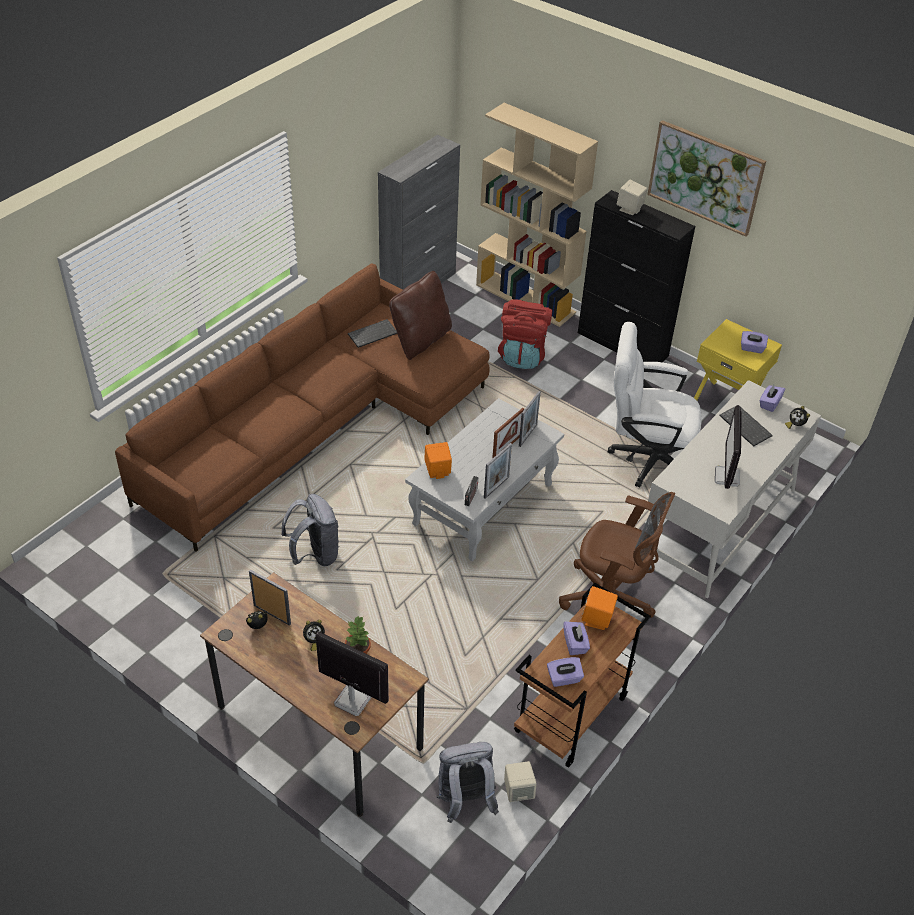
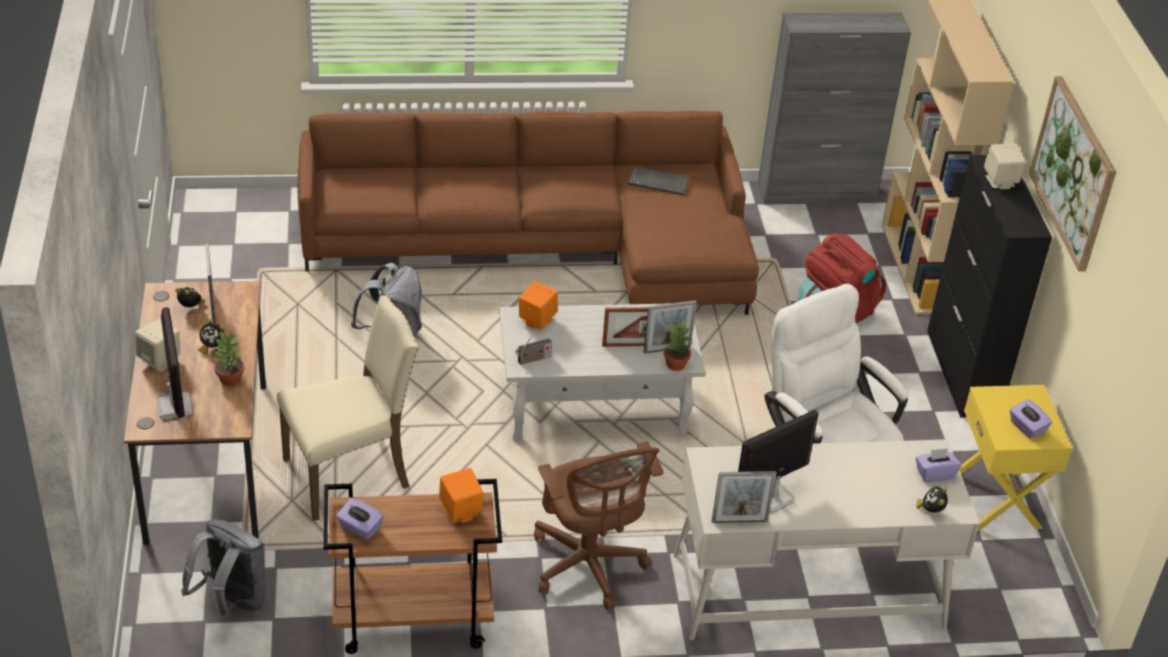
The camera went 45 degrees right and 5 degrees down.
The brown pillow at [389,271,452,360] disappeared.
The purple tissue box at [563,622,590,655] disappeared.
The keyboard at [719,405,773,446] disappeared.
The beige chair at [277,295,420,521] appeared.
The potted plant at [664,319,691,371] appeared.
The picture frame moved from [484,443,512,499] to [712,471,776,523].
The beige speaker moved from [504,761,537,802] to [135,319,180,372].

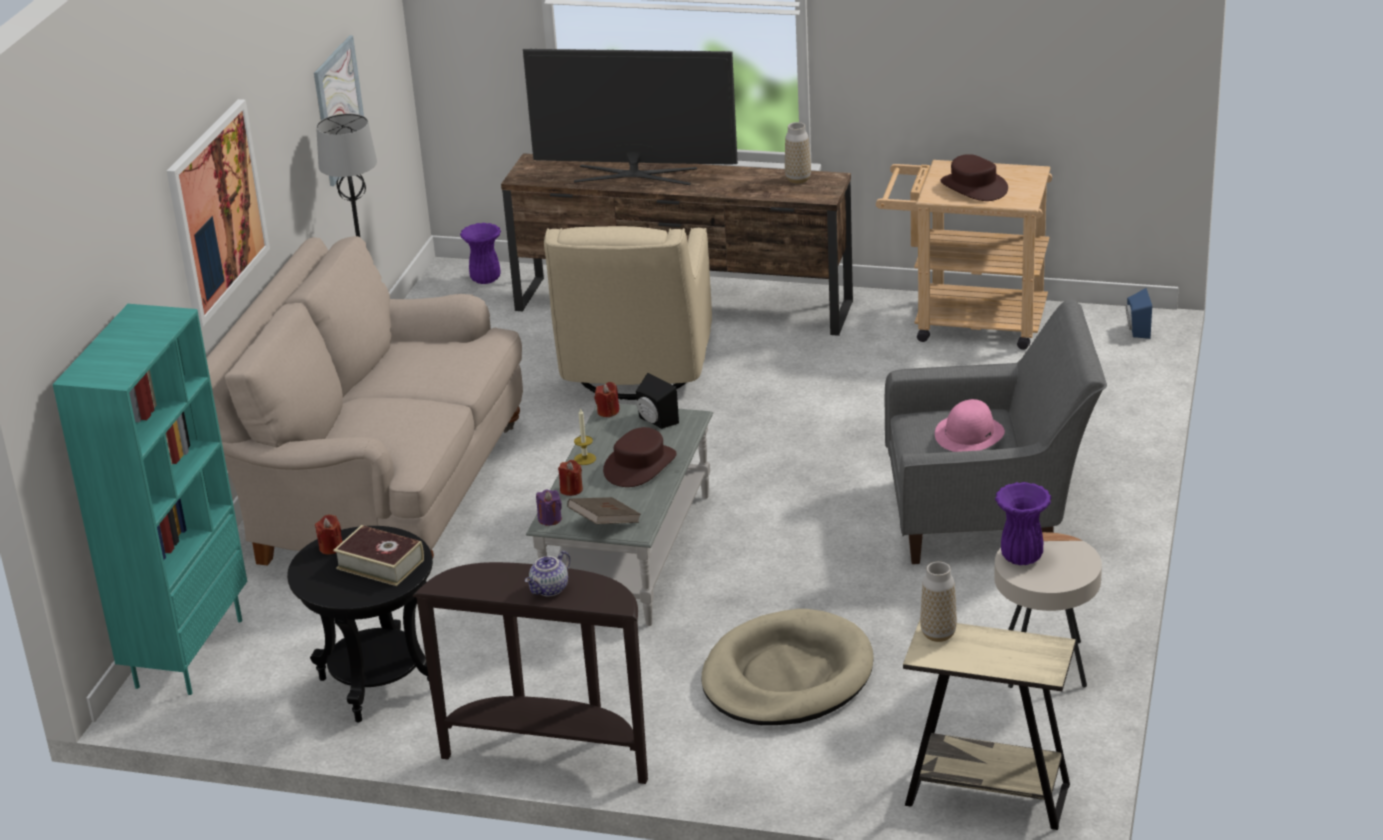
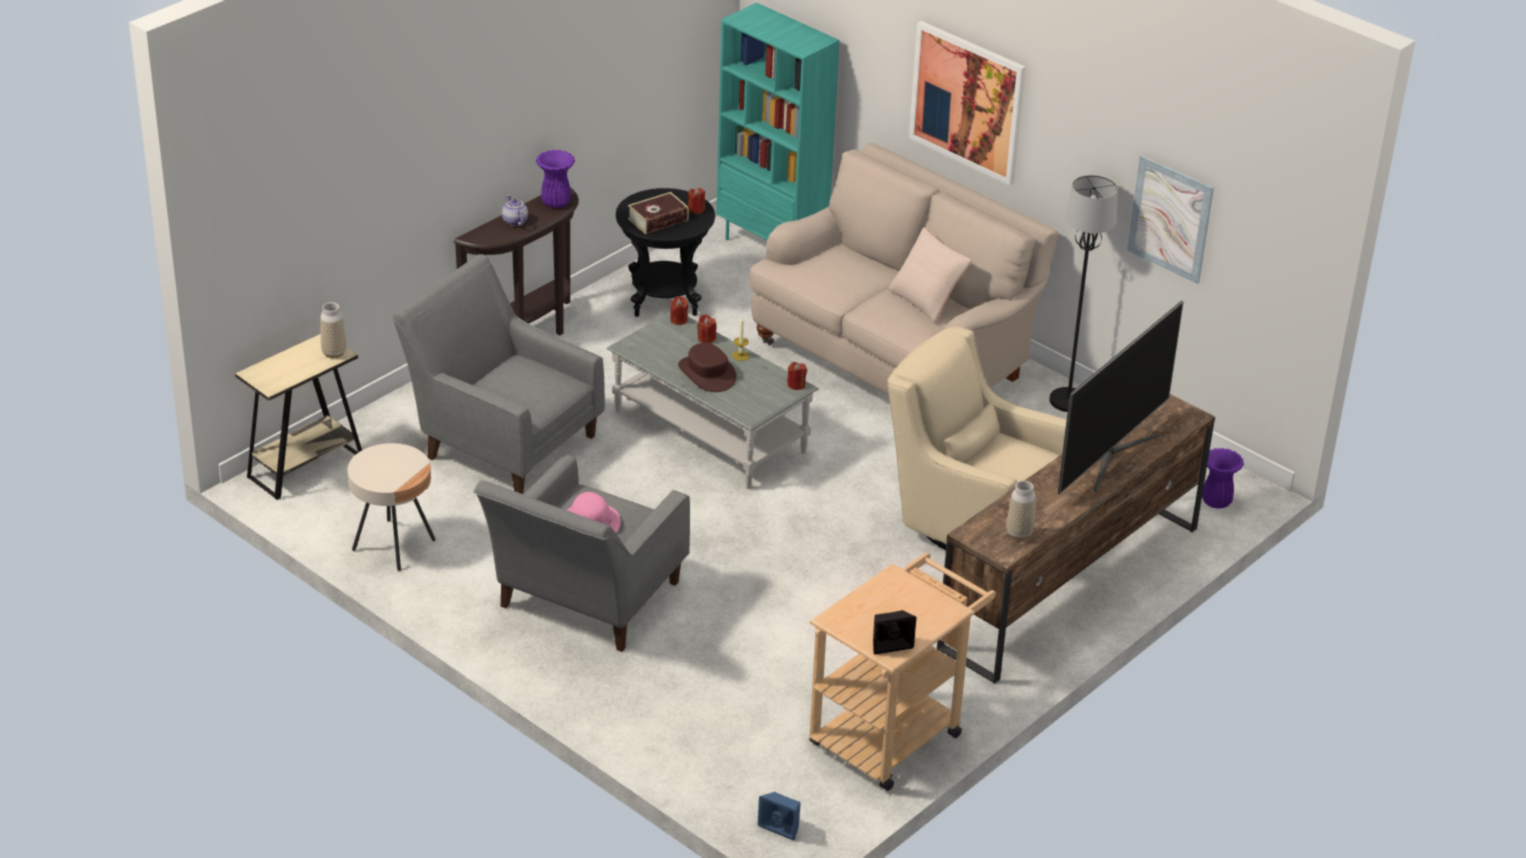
The camera went 115 degrees right and 5 degrees up.
The brown book at [567,497,641,524] disappeared.
The brown hat at [940,154,1008,201] disappeared.
The beige pillow at [888,228,972,322] appeared.
The black speaker moved from [636,373,679,429] to [873,610,917,655].
The purple vase moved from [995,482,1051,565] to [536,150,575,208].
The beige dog bed at [701,609,874,725] was replaced by the grey armchair at [391,254,605,494].
The purple candle at [536,490,562,526] became the red candle at [670,296,688,325].

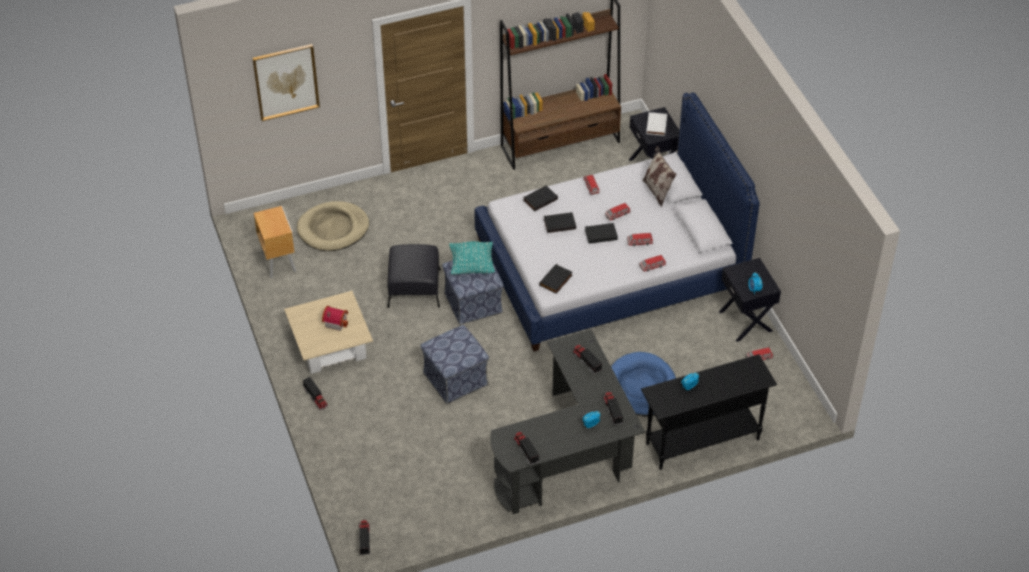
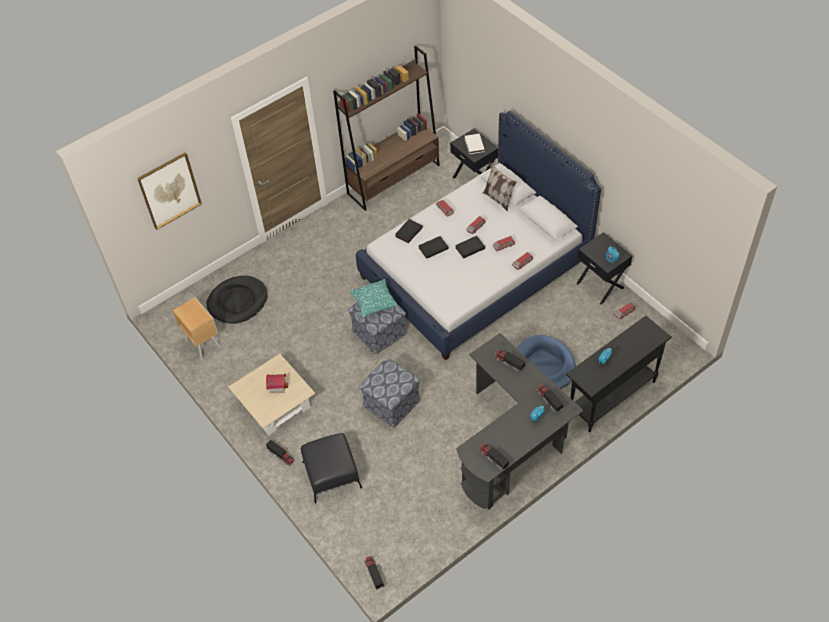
The camera went 15 degrees left and 5 degrees up.
The black book at [539,264,572,294] disappeared.
The black ottoman moved from [387,244,441,308] to [301,433,362,503].
The beige dog bed at [297,201,369,251] became the black dog bed at [207,276,268,324].

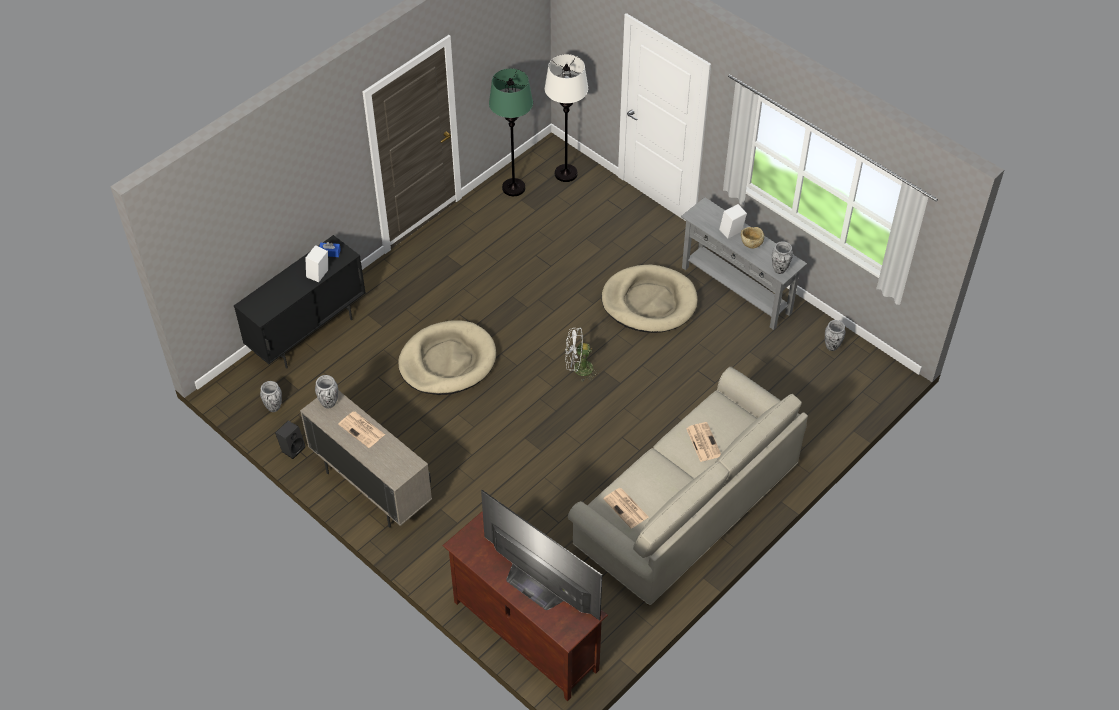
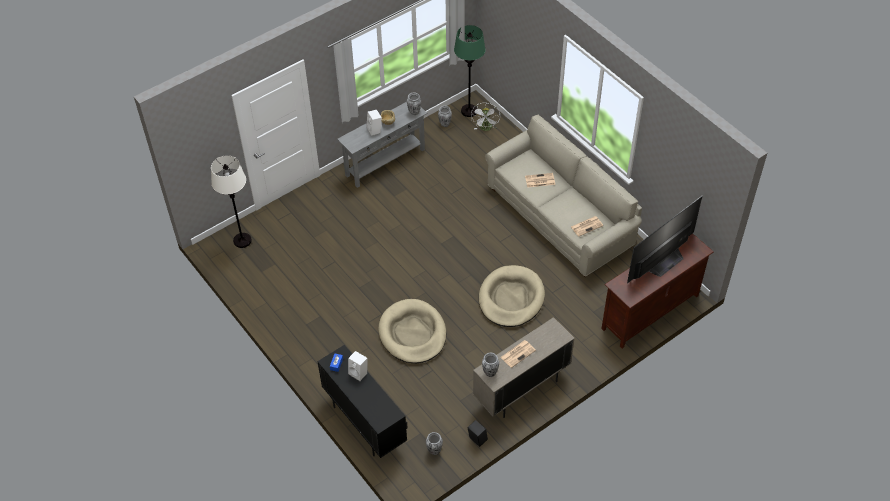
The camera went 80 degrees left and 0 degrees up.
The green floor lamp moved from [489,68,533,196] to [454,25,486,117].
The white fan moved from [565,327,599,382] to [471,103,500,131].
The beige dog bed moved from [601,265,698,333] to [479,265,545,327].

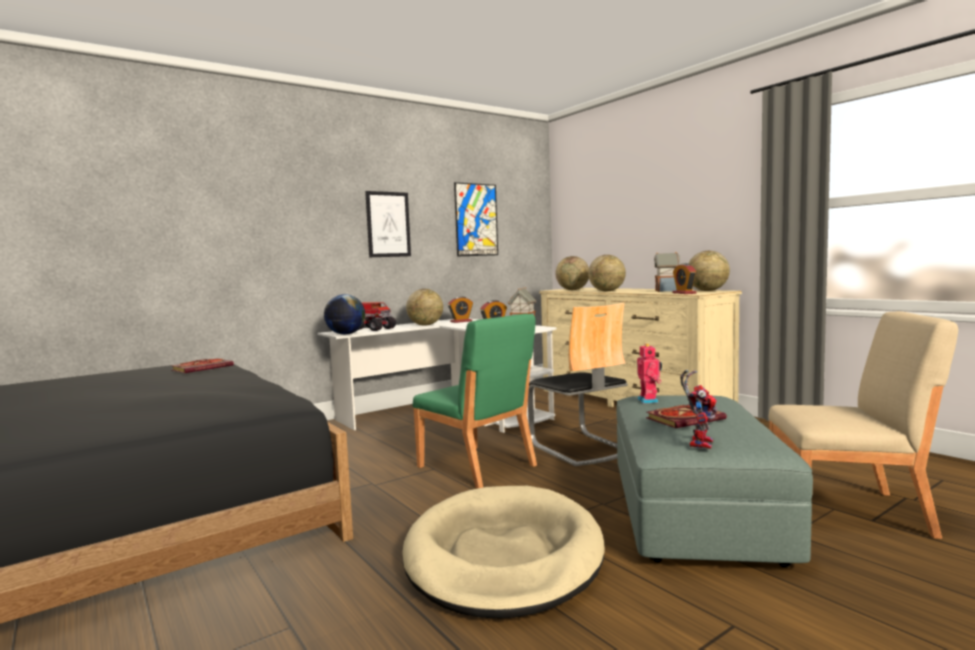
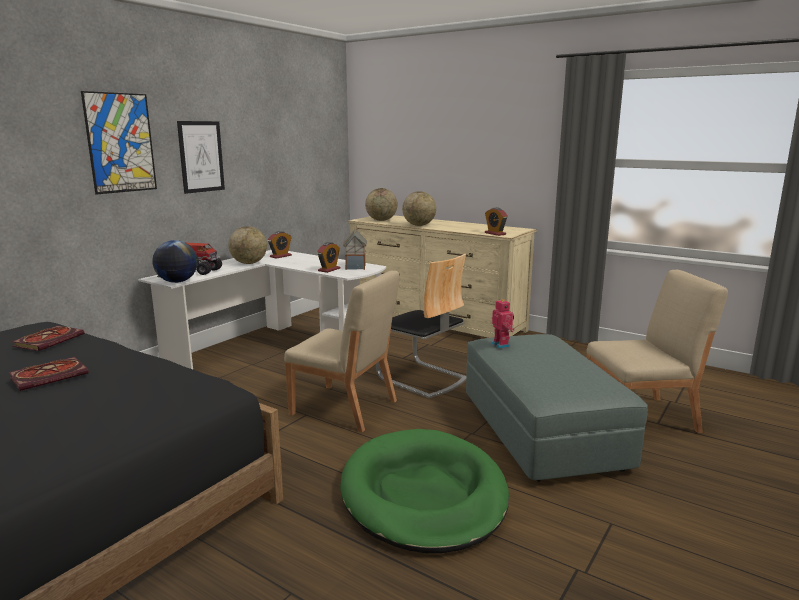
The camera went 20 degrees left and 10 degrees up.
The toy house at [654,252,680,292] disappeared.
The toy robot at [680,370,717,449] disappeared.
The globe at [688,251,730,291] disappeared.
The picture moved from [454,182,498,256] to [81,91,157,195].
The book moved from [646,404,727,428] to [9,357,89,391].
The beige dog bed at [402,486,605,618] became the green dog bed at [340,429,509,553].
The green chair at [413,314,537,489] became the beige chair at [284,271,399,432].

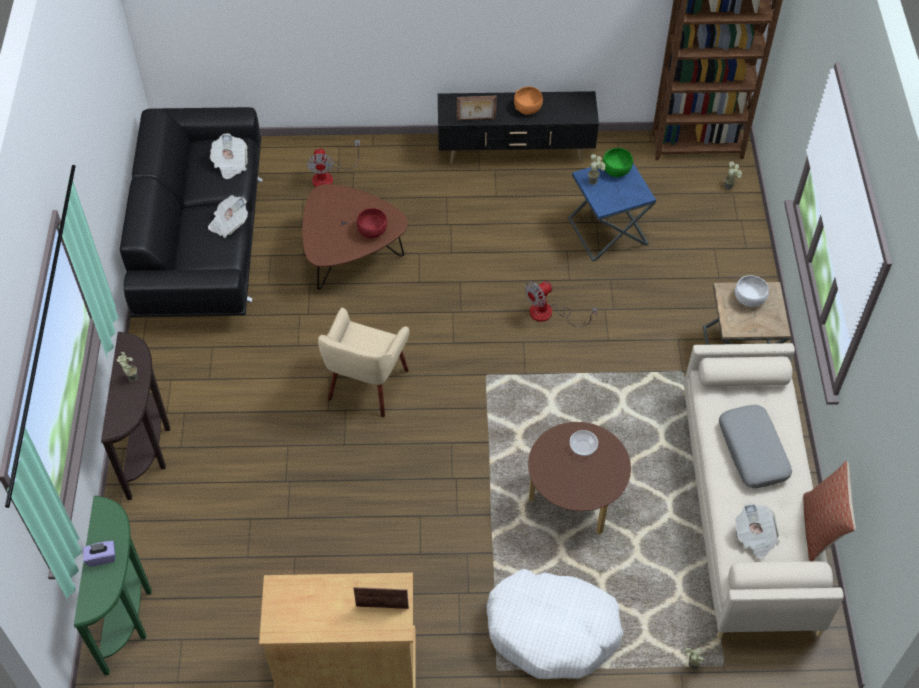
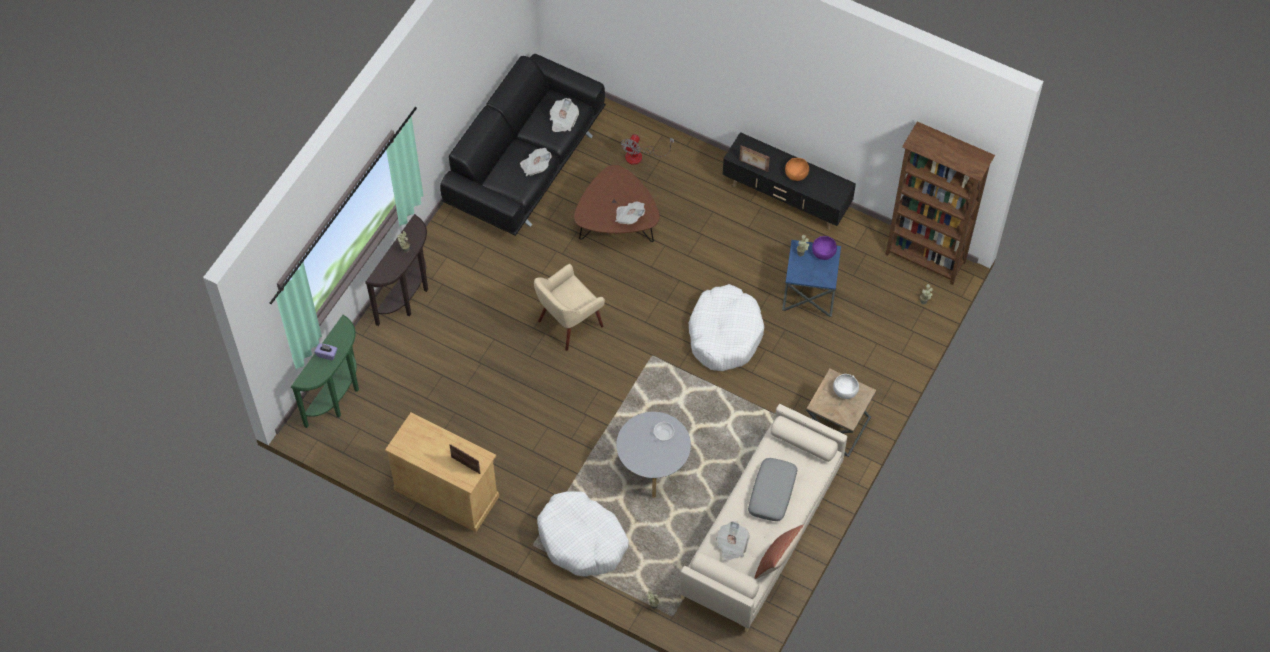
The camera went 30 degrees right and 5 degrees up.
The red bowl at [357,208,387,239] was replaced by the newspaper at [615,201,645,224].
The fan at [525,281,597,327] was replaced by the white dog bed at [689,284,764,371].
The brown coffee table at [528,422,631,535] became the grey coffee table at [616,412,691,498].
The green bowl at [603,148,633,177] became the purple bowl at [812,236,837,260].

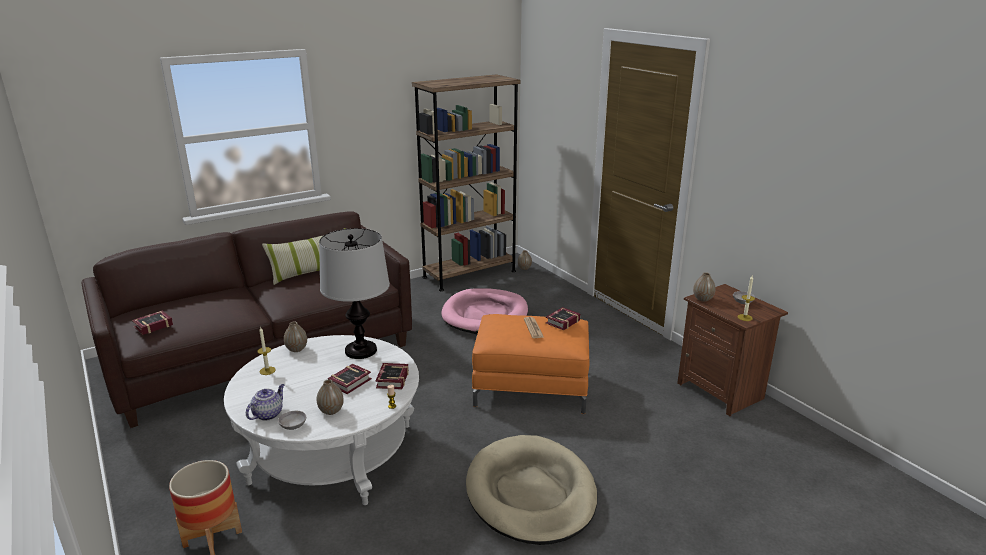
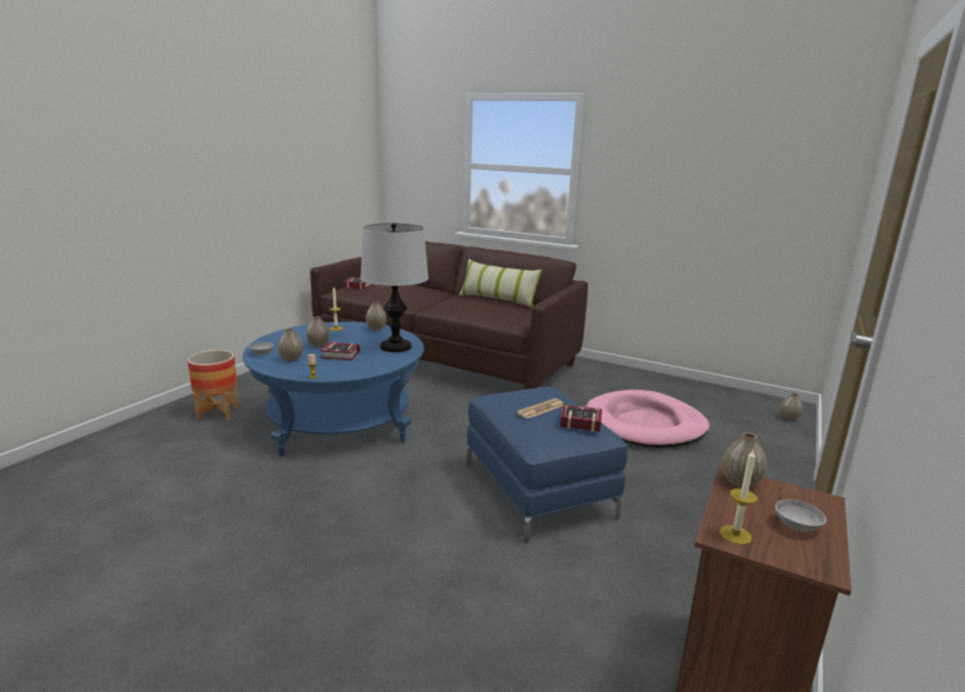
The camera went 60 degrees right and 5 degrees down.
The teapot at [246,384,284,421] disappeared.
The book at [375,363,409,390] disappeared.
The brown bookcase at [412,74,521,291] disappeared.
The beige dog bed at [466,435,597,545] disappeared.
The vase at [306,316,329,348] appeared.
The white coffee table at [224,335,419,505] became the blue coffee table at [243,322,424,457].
The orange ottoman at [472,314,589,414] became the blue ottoman at [467,387,628,543].

